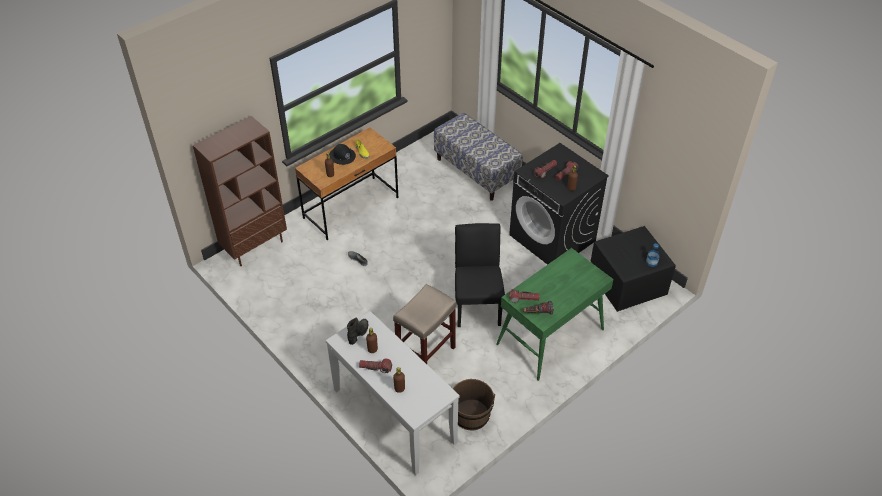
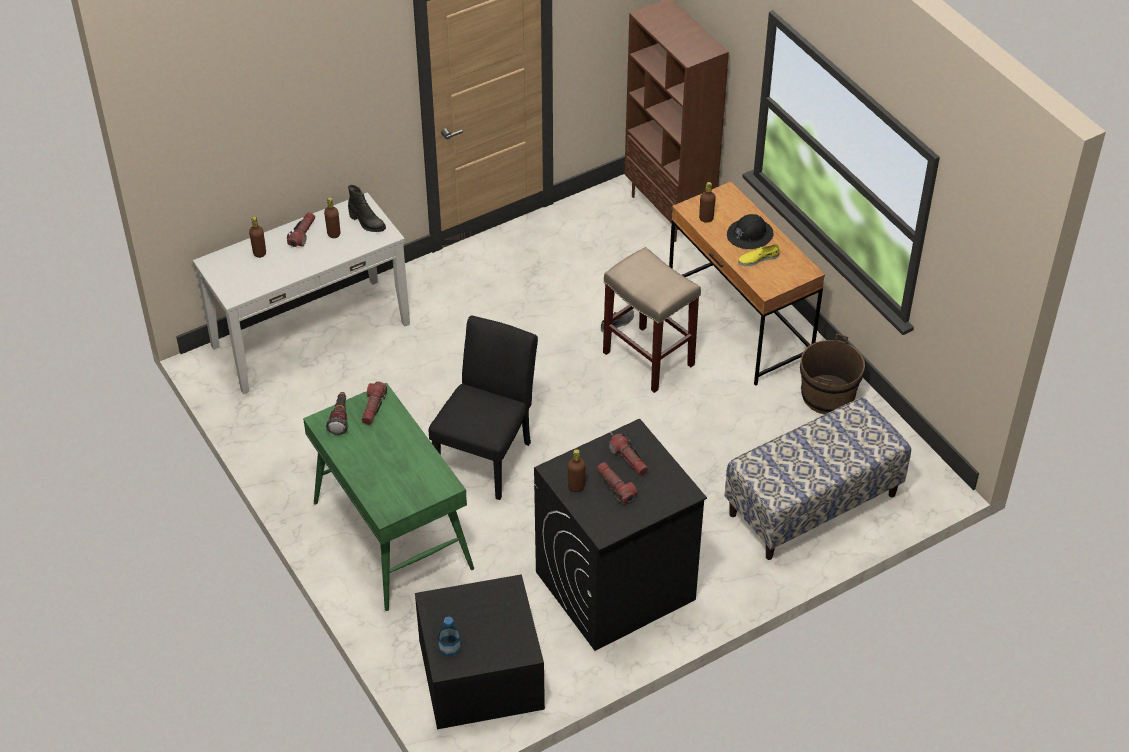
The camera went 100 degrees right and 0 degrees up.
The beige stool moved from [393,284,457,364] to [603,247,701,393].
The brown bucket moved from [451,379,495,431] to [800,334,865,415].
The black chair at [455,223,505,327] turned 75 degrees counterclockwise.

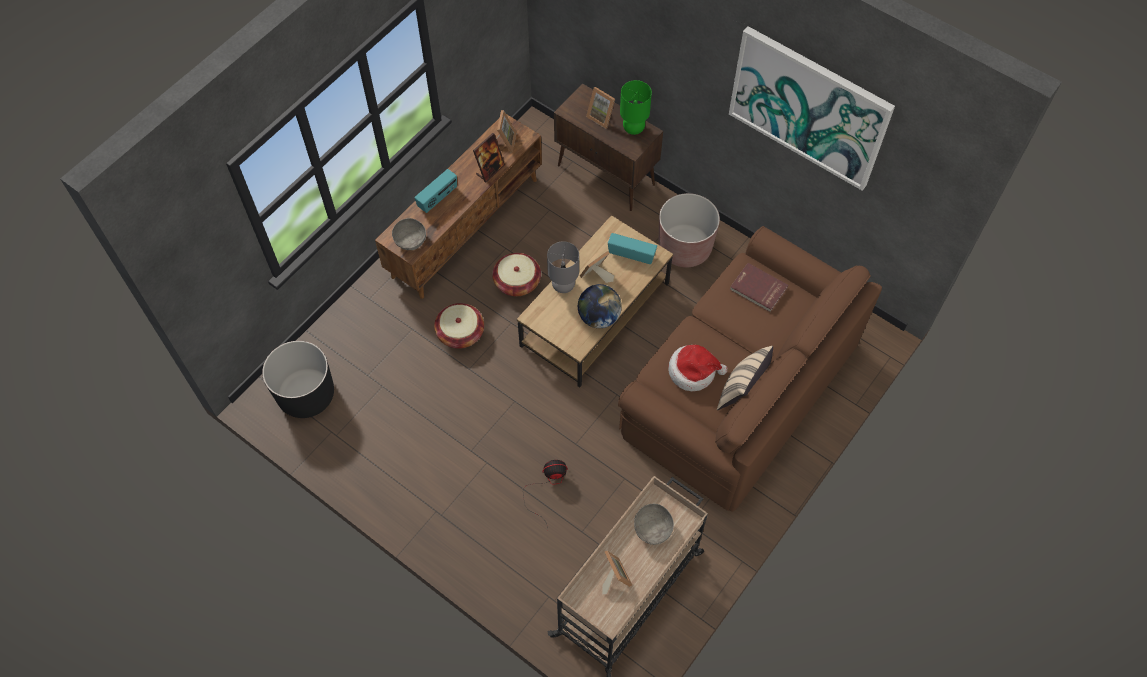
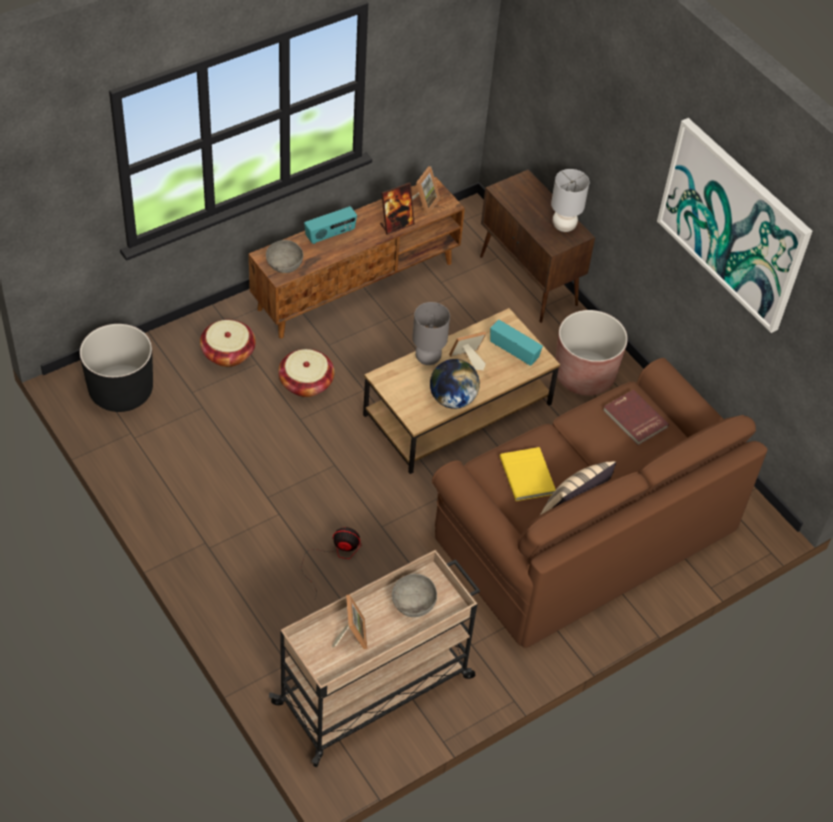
The camera went 15 degrees right and 10 degrees down.
The picture frame at [586,87,615,129] disappeared.
The basket moved from [492,253,541,296] to [200,320,256,367].
The hat at [668,345,727,392] was replaced by the yellow book at [499,447,556,501].
The green table lamp at [620,80,652,135] became the grey table lamp at [551,169,589,232].

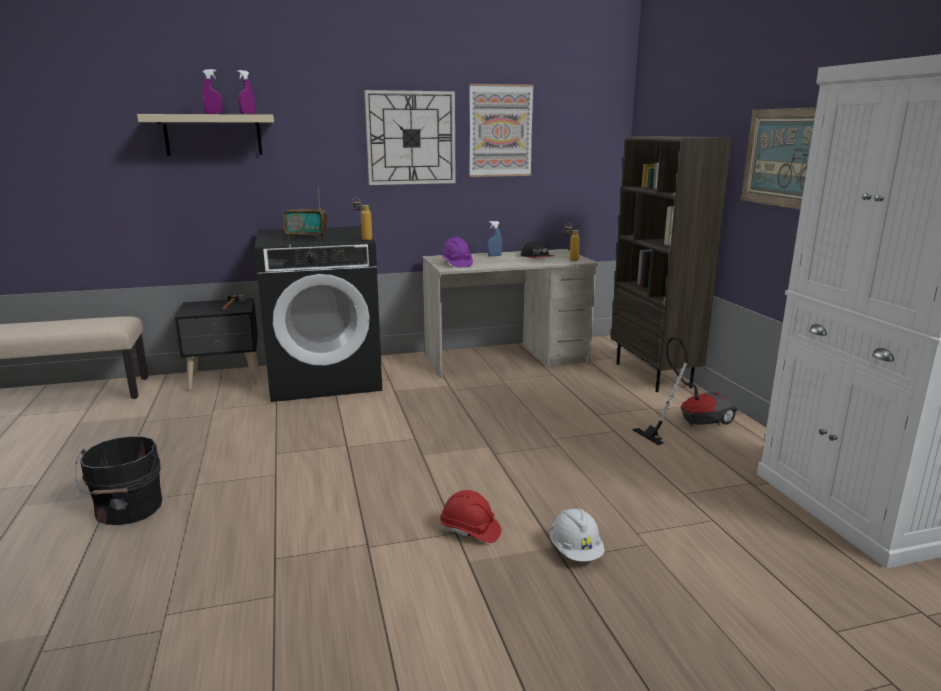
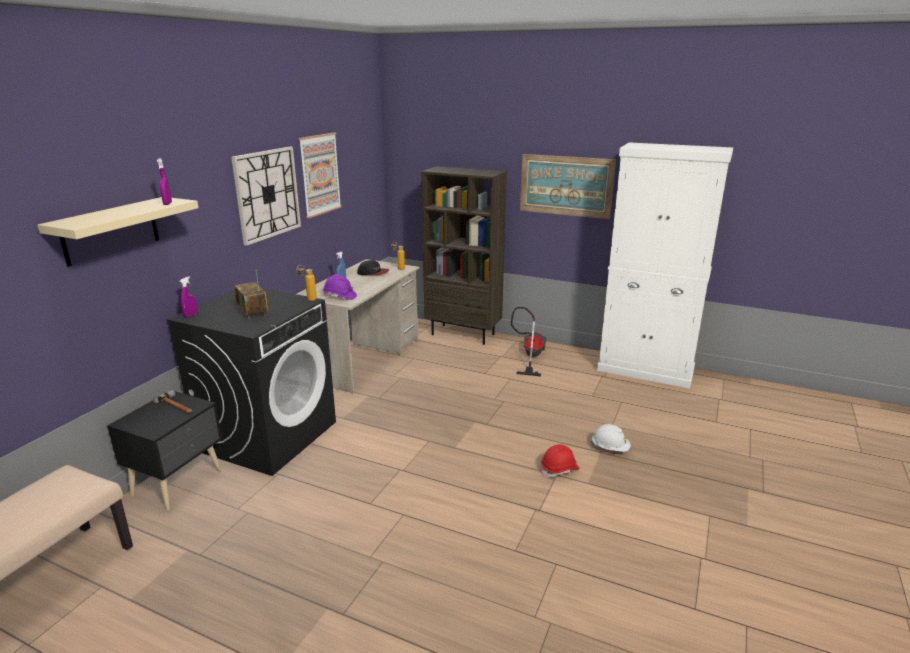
The camera went 50 degrees left and 5 degrees up.
The black bucket at [75,436,162,525] disappeared.
The purple spray bottle moved from [202,69,222,114] to [179,276,198,318].
The radio at [283,187,328,239] turned 105 degrees clockwise.

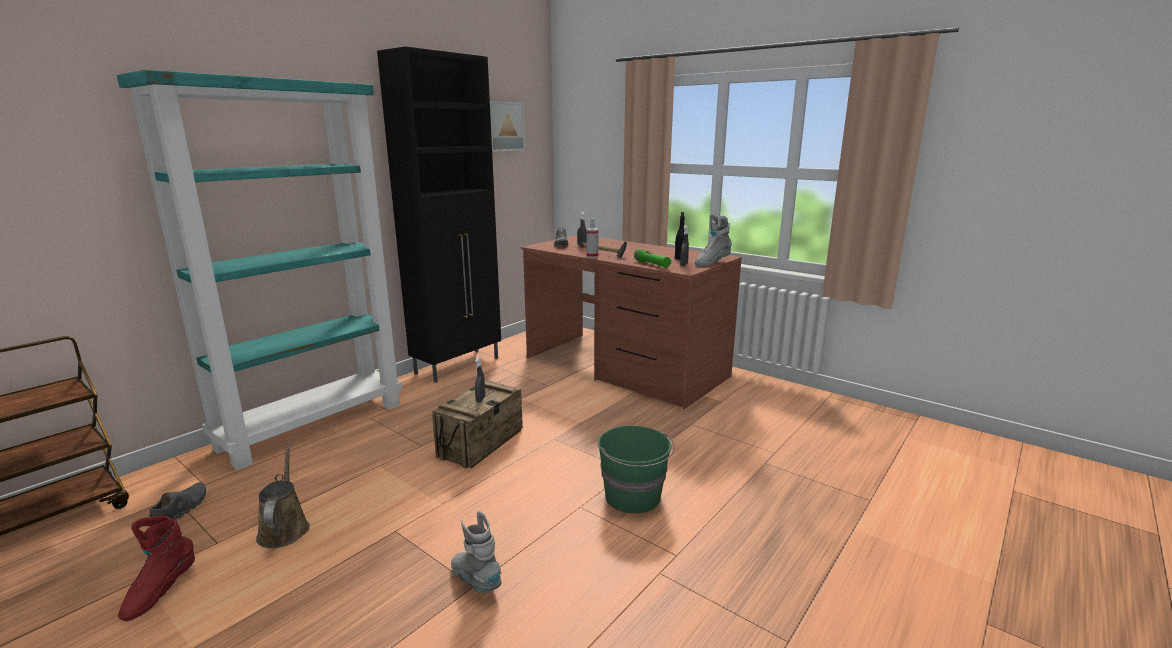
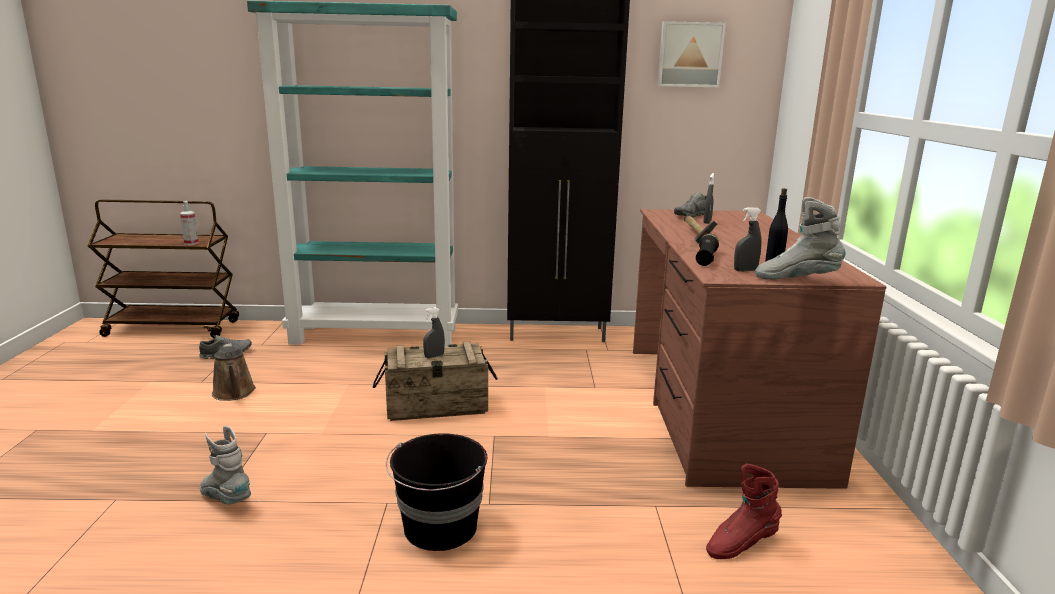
The camera went 50 degrees right and 0 degrees up.
The red boot moved from [118,516,195,621] to [706,464,782,559].
The spray bottle moved from [587,218,599,258] to [180,201,199,245].
The green bucket at [598,425,674,514] became the black bucket at [386,433,487,551].
The green flashlight at [634,249,671,268] became the black flashlight at [696,234,719,266].
The brown watering can at [256,445,310,548] turned 120 degrees clockwise.
The grey boot at [451,511,502,593] turned 60 degrees counterclockwise.

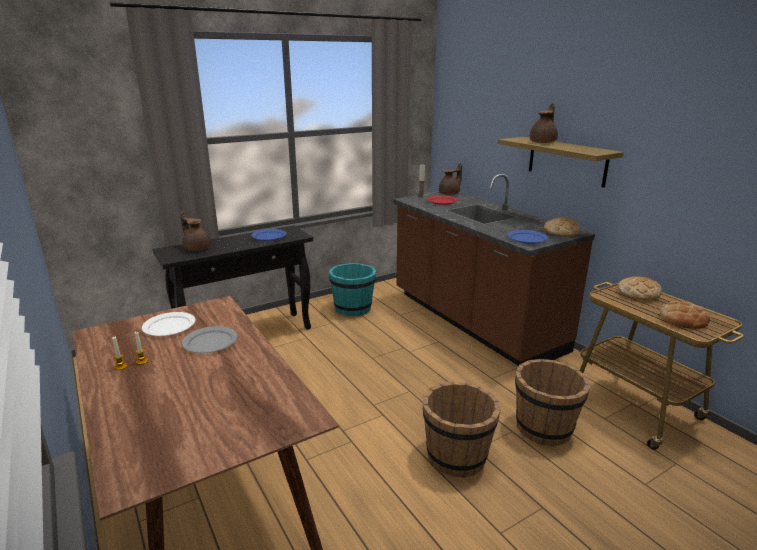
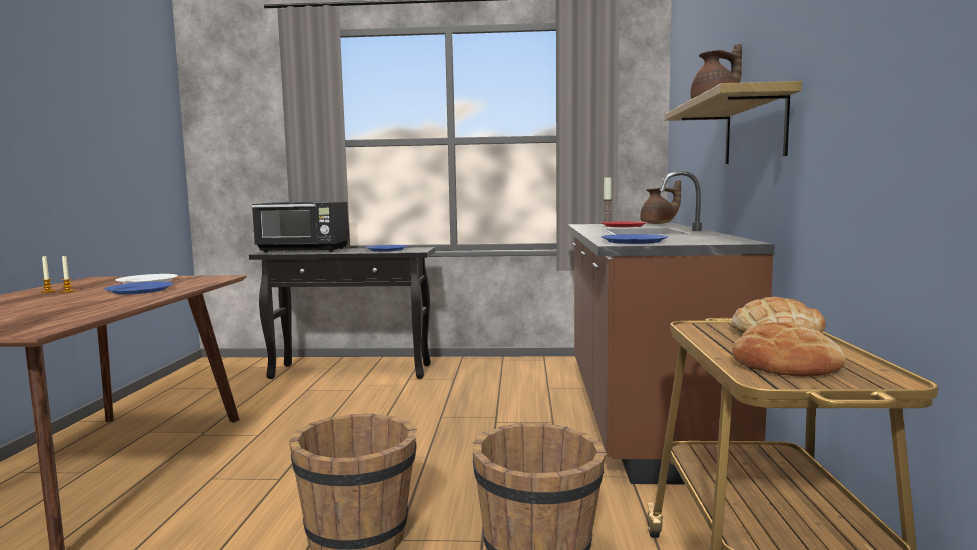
The camera went 35 degrees right and 15 degrees down.
The turquoise bucket at [329,263,376,316] disappeared.
The bread at [544,217,580,236] disappeared.
The brown teapot at [180,211,211,251] was replaced by the black microwave at [251,201,349,252].
The grey plate at [182,326,238,353] became the blue plate at [104,282,174,294].

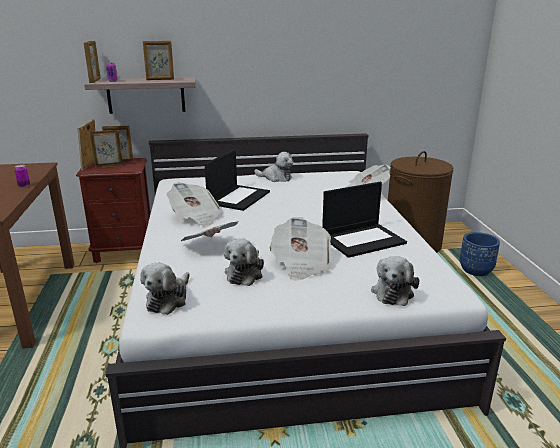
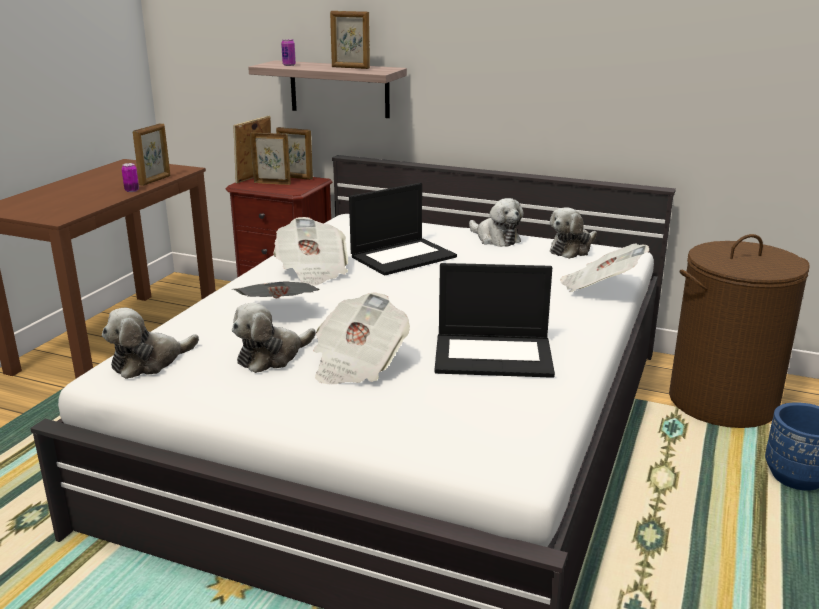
The camera went 30 degrees right and 0 degrees up.
The picture frame moved from [84,41,101,83] to [133,123,170,186].
The plush toy moved from [371,256,419,306] to [550,207,597,259].

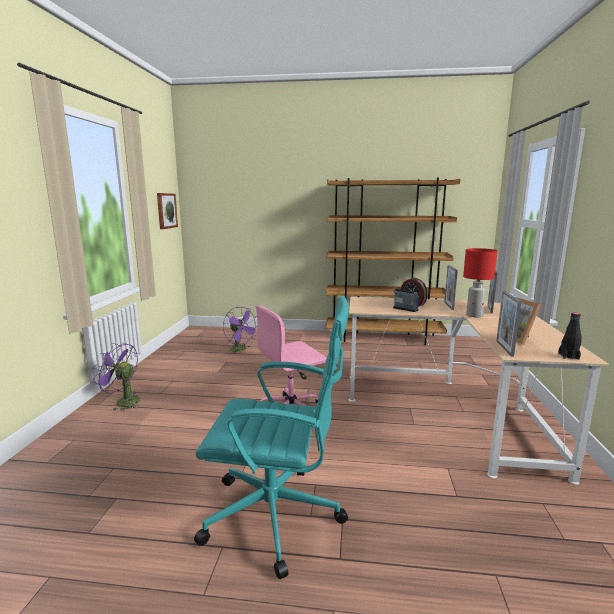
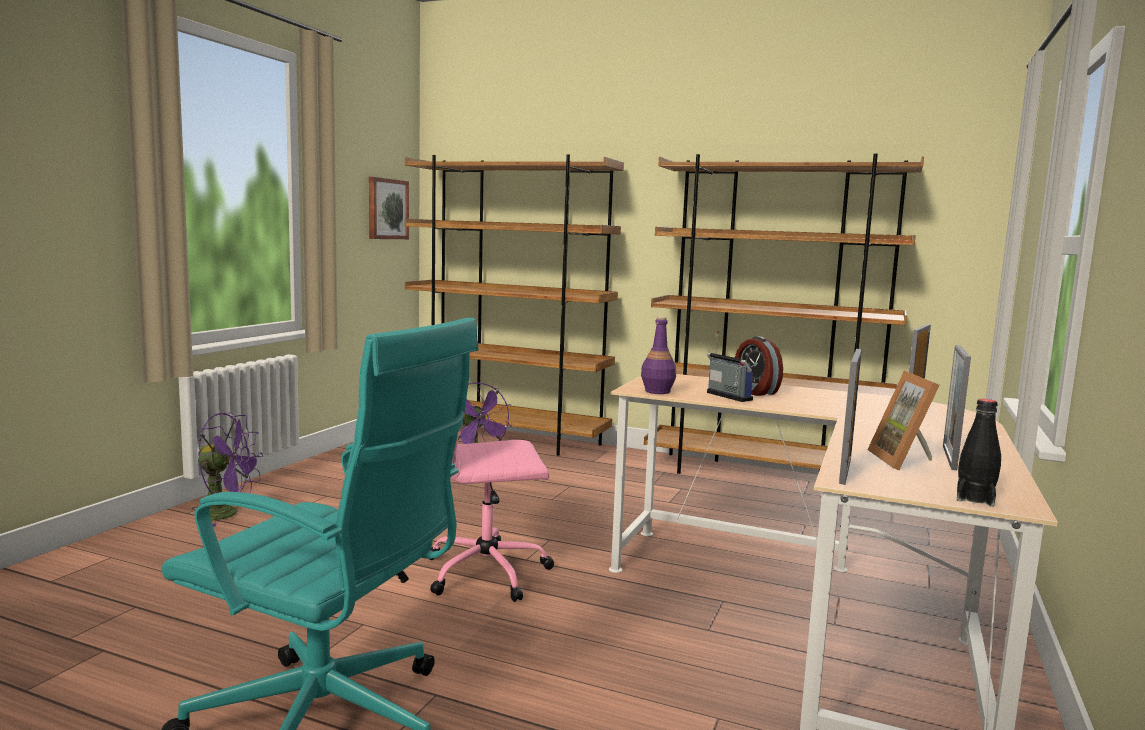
The camera went 15 degrees right and 5 degrees down.
The red table lamp at [463,248,497,318] disappeared.
The brown bookcase at [405,154,624,456] appeared.
The purple bottle at [641,316,676,394] appeared.
The picture frame moved from [444,265,458,310] to [943,345,971,470].
The purple fan at [93,343,141,411] turned 150 degrees clockwise.

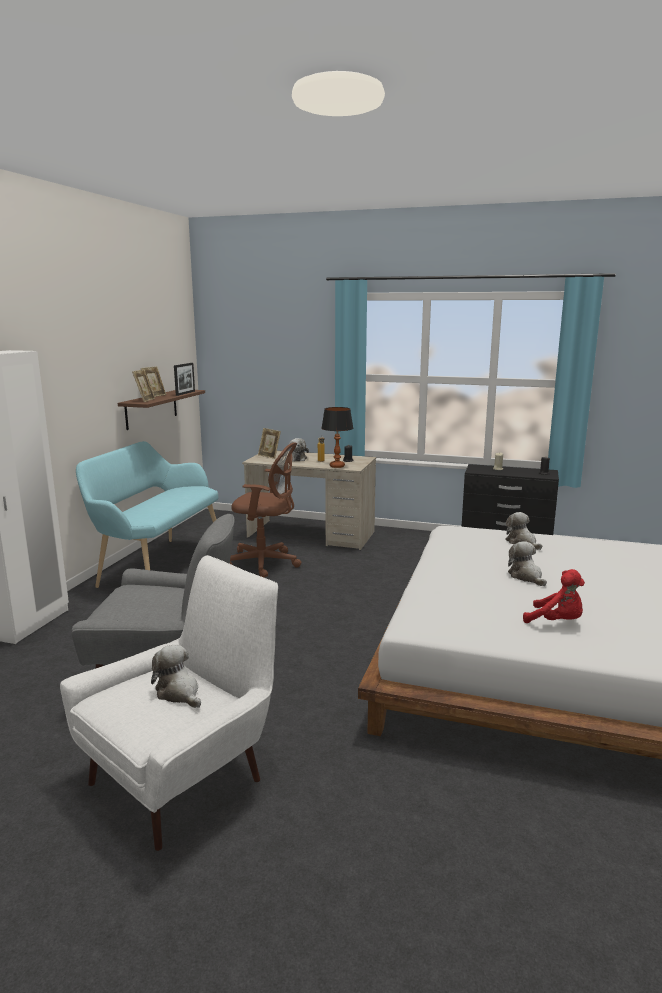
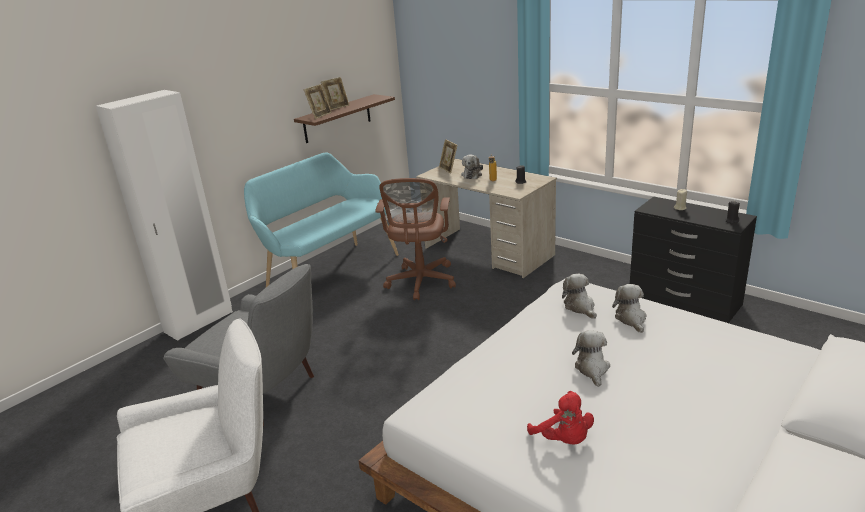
The camera went 25 degrees right and 10 degrees up.
The picture frame at [174,363,195,396] disappeared.
The table lamp at [321,407,353,468] disappeared.
The plush toy moved from [151,645,201,708] to [562,274,597,319].
The brown office chair at [230,442,301,578] turned 60 degrees clockwise.

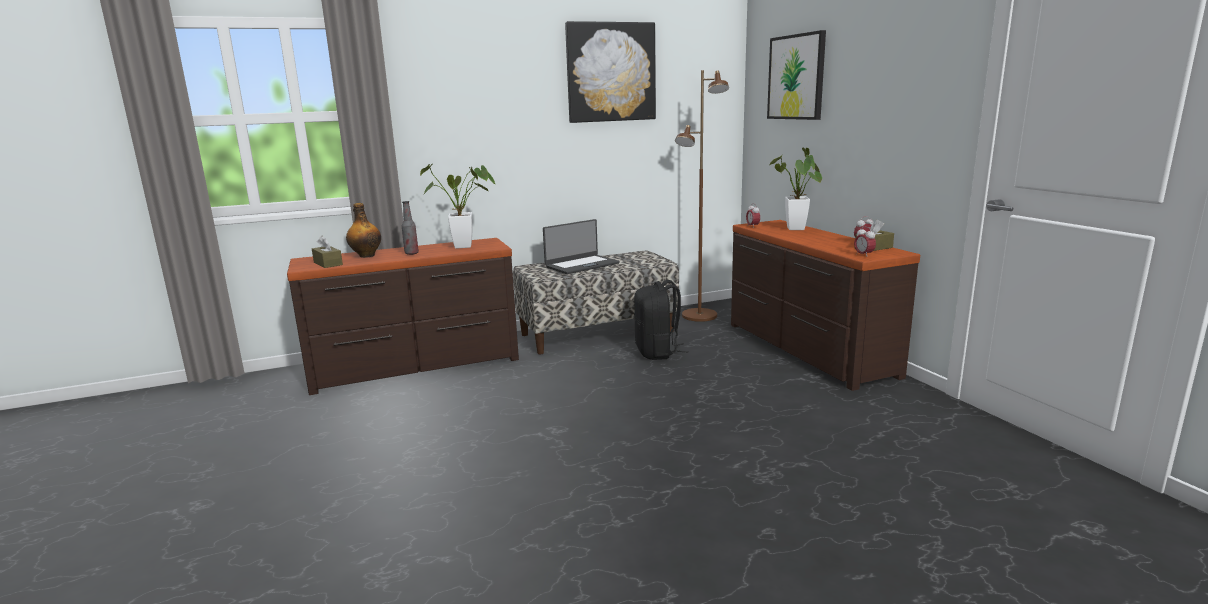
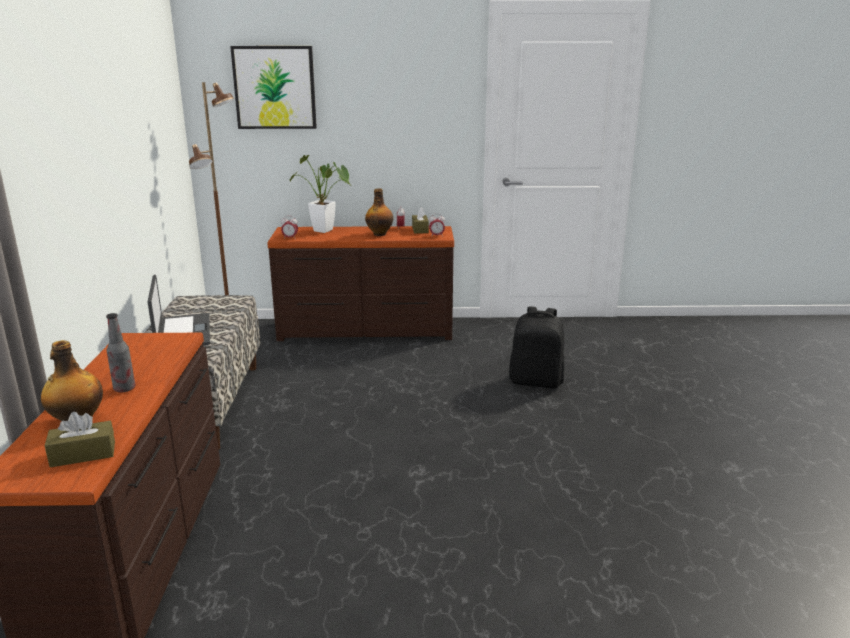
The camera went 70 degrees left and 5 degrees up.
The potted plant at [420,164,496,249] disappeared.
The picture at [565,21,656,123] disappeared.
The bottle at [365,188,393,236] appeared.
The black backpack moved from [634,280,689,360] to [509,307,564,389].

